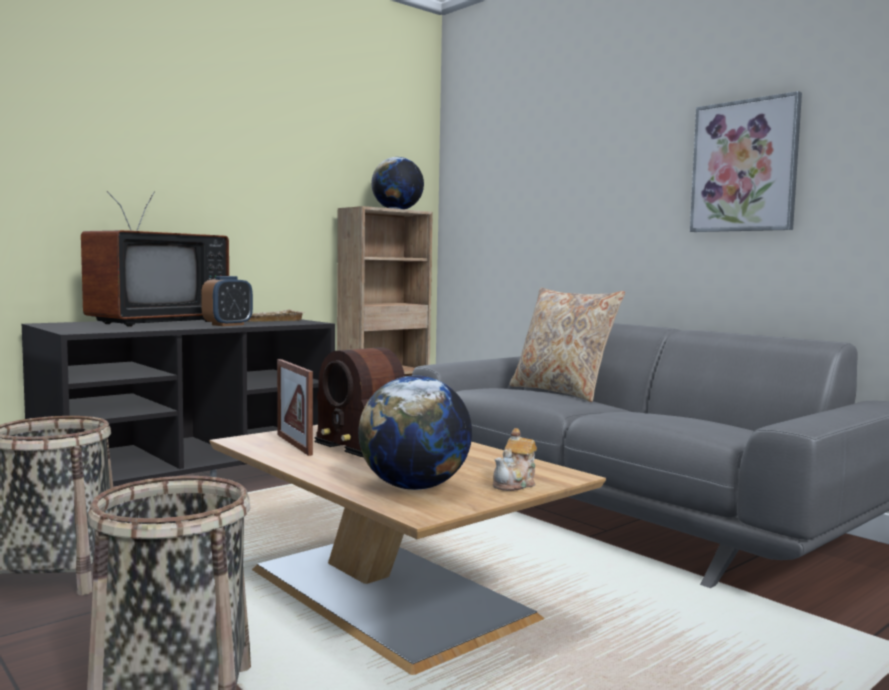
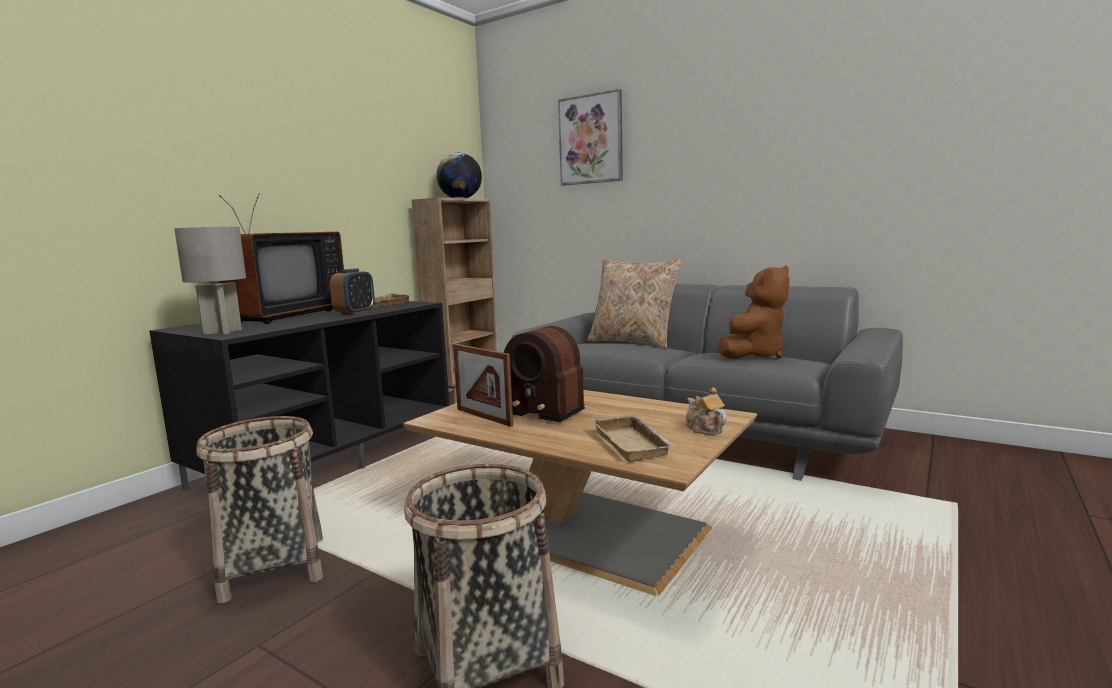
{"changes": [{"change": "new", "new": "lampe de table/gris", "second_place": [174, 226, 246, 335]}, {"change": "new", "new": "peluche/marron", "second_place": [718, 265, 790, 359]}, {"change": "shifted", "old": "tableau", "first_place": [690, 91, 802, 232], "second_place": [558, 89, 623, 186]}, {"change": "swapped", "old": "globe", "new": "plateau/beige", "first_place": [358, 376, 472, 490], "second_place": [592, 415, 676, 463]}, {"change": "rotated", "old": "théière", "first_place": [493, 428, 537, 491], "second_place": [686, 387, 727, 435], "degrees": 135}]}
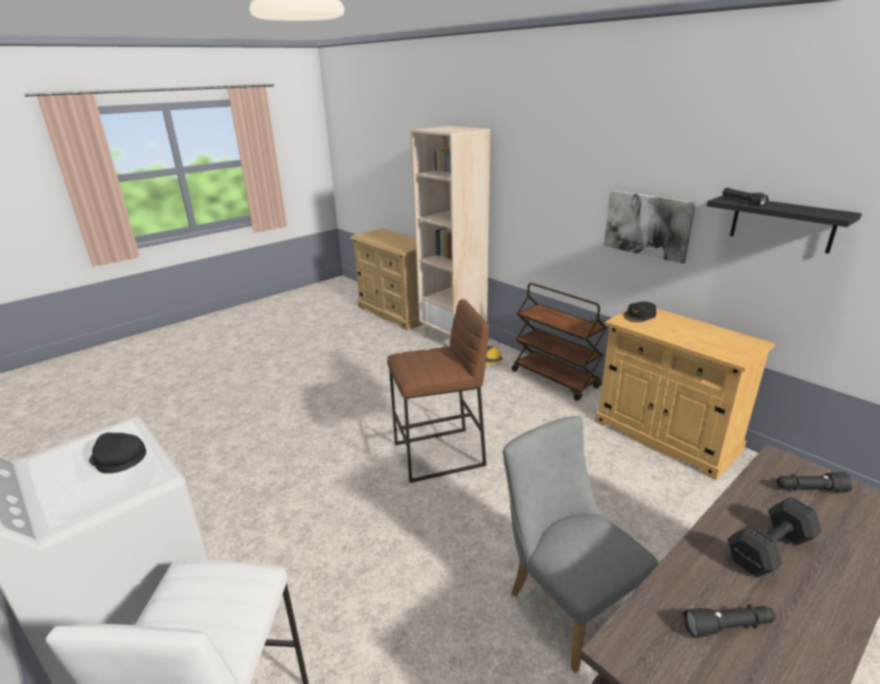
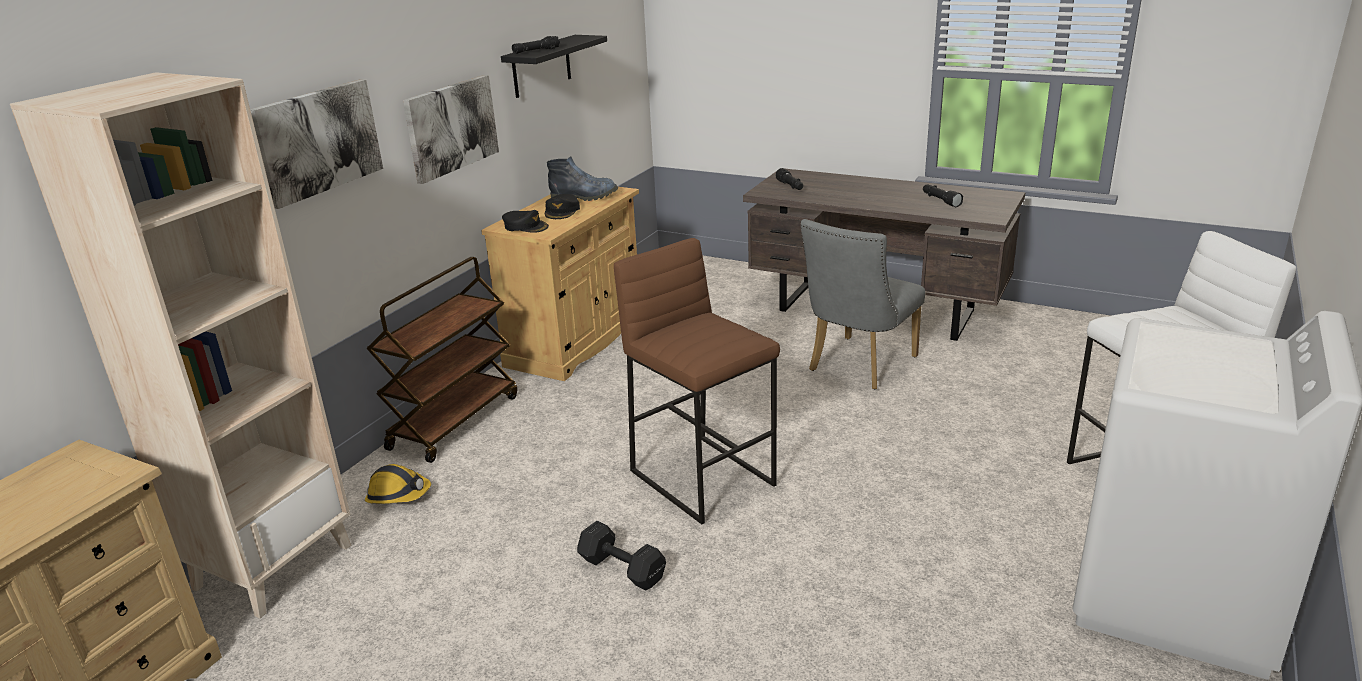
{"changes": [{"change": "new", "new": "tableau", "second_place": [250, 79, 383, 209]}, {"change": "new", "new": "botte", "second_place": [547, 156, 618, 201]}, {"change": "shifted", "old": "casquette/noir", "first_place": [89, 433, 146, 473], "second_place": [545, 194, 580, 219]}, {"change": "shifted", "old": "haltère/noir", "first_place": [728, 497, 822, 577], "second_place": [577, 521, 666, 590]}]}
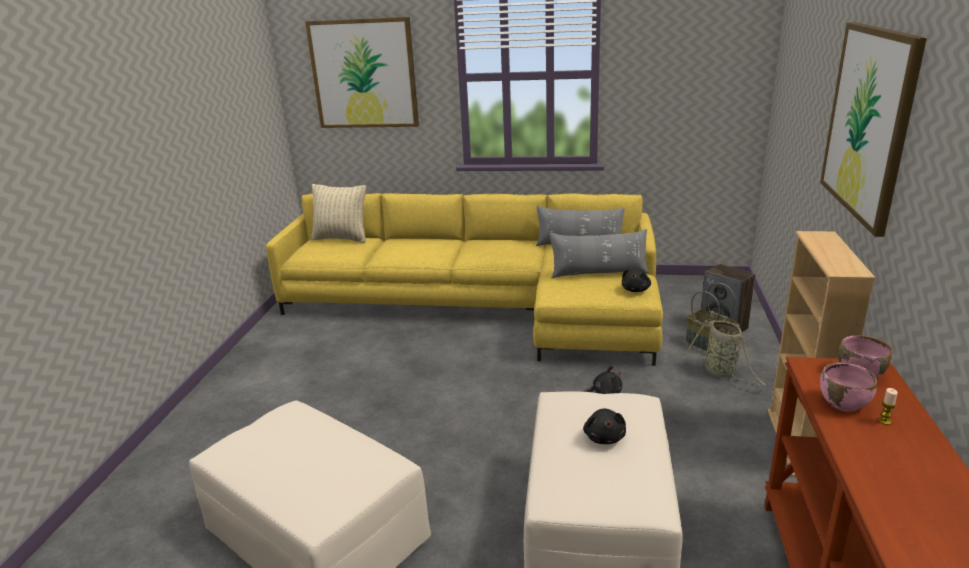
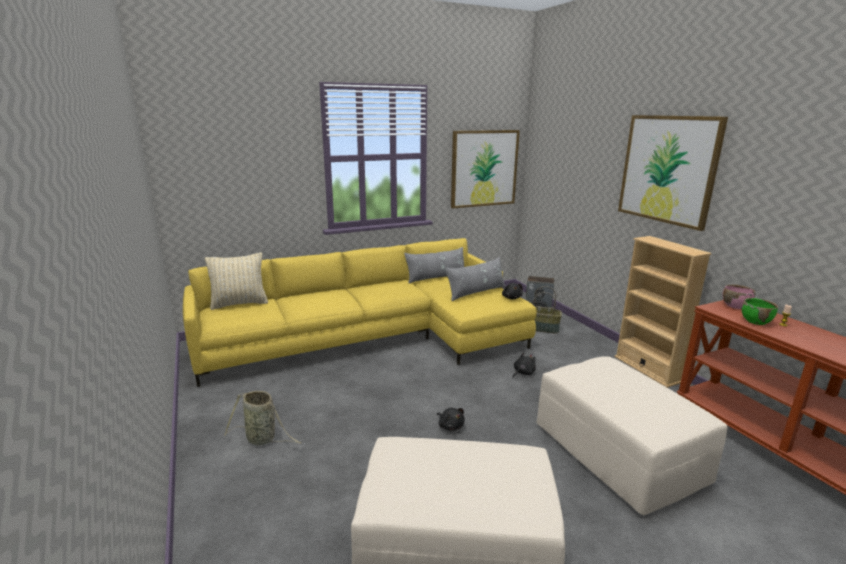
{"changes": [{"change": "shifted", "old": "tableau", "first_place": [305, 17, 419, 128], "second_place": [451, 130, 520, 209]}, {"change": "shifted", "old": "peluche/noir", "first_place": [583, 408, 626, 444], "second_place": [437, 408, 465, 431]}, {"change": "shifted", "old": "panier", "first_place": [684, 320, 767, 386], "second_place": [224, 391, 302, 445]}, {"change": "repainted", "old": "bol/rose", "new": "bol/vert", "first_place": [820, 362, 877, 412], "second_place": [742, 298, 778, 325]}]}
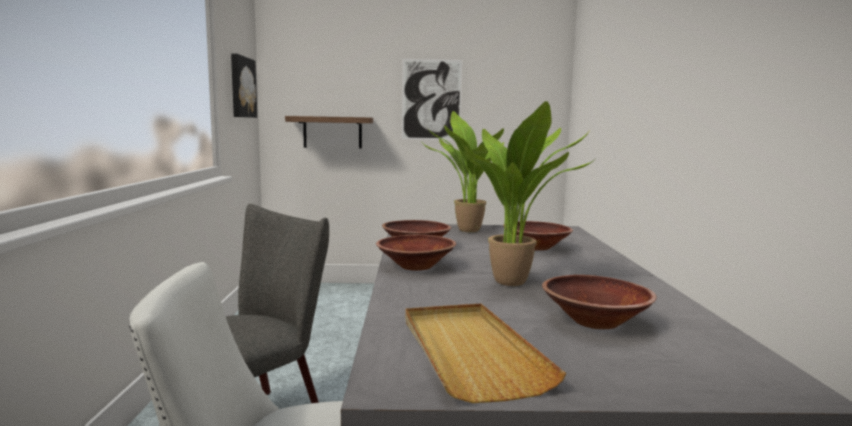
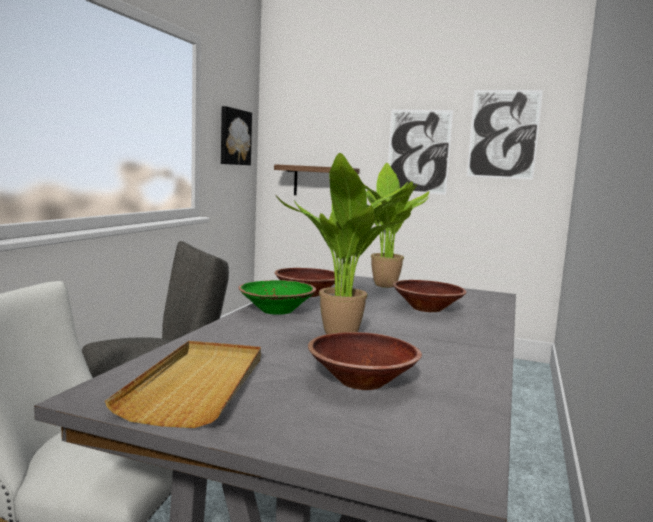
{"changes": [{"change": "new", "new": "tableau", "second_place": [467, 90, 543, 180]}, {"change": "repainted", "old": "bol/marron", "new": "bol/vert", "first_place": [376, 234, 456, 271], "second_place": [238, 280, 316, 315]}]}
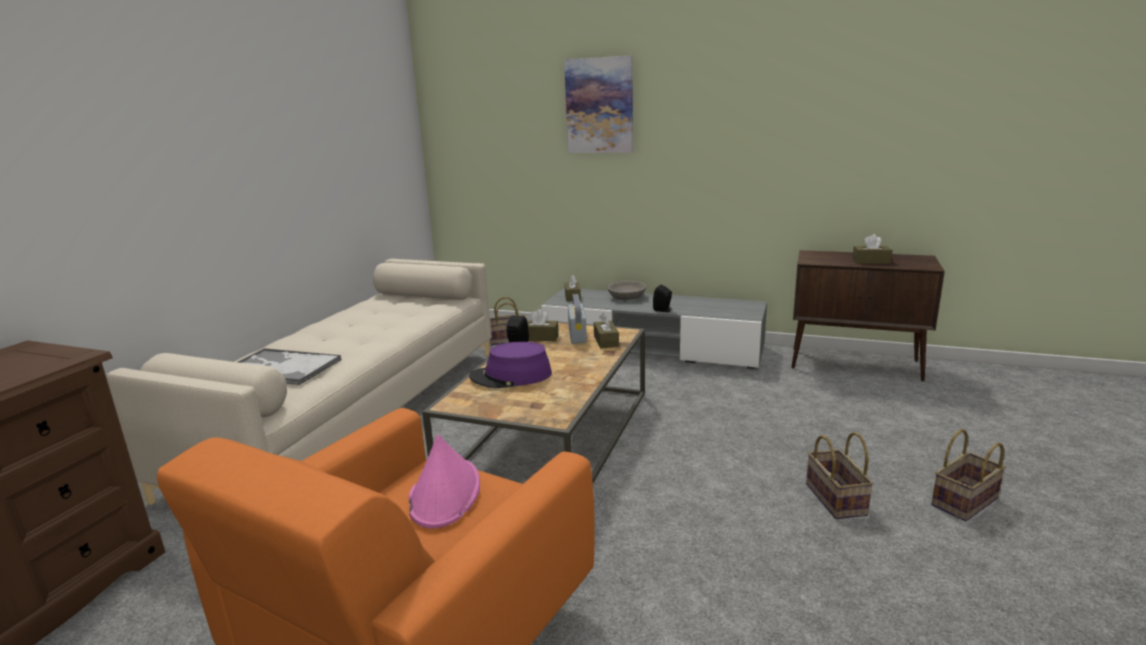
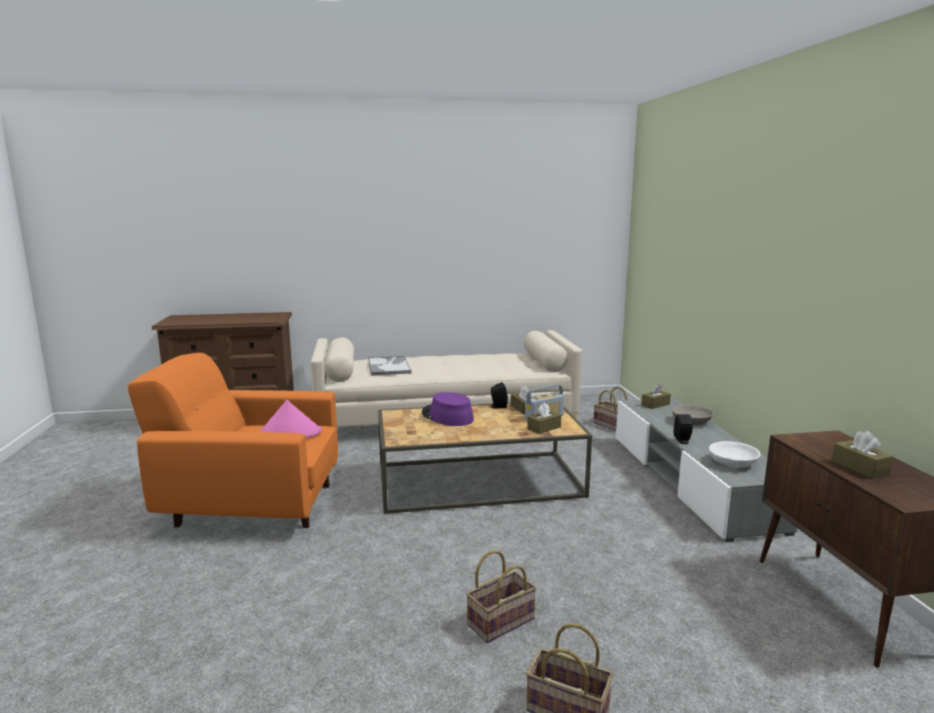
{"changes": [{"change": "gone", "old": "tableau", "first_place": [564, 56, 633, 153]}, {"change": "new", "new": "bol/blanc", "second_place": [709, 441, 761, 468]}]}
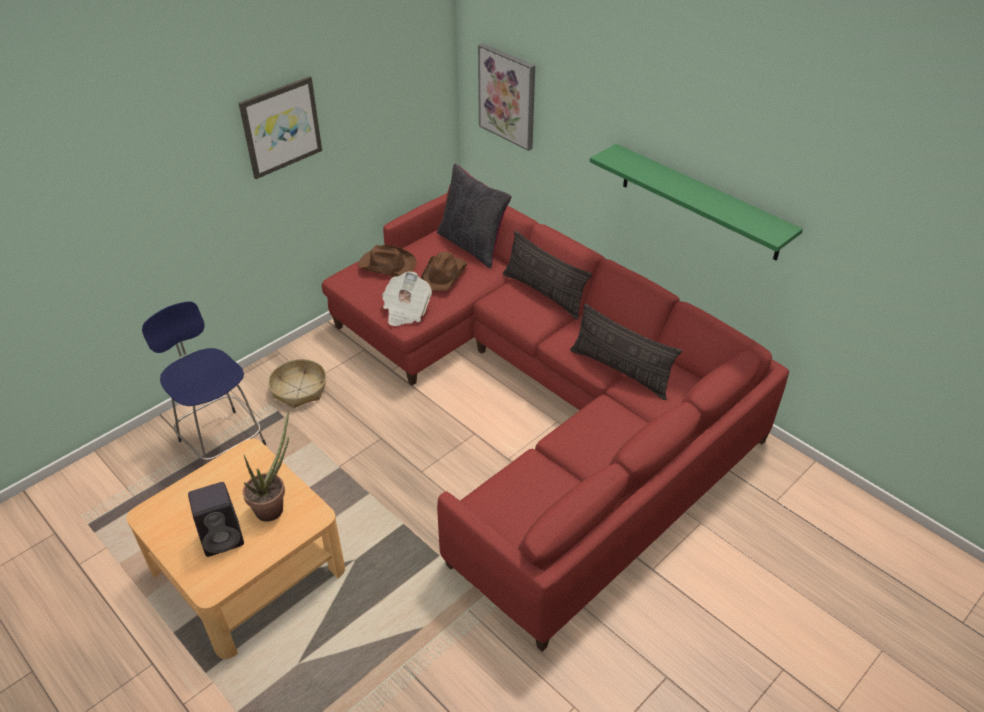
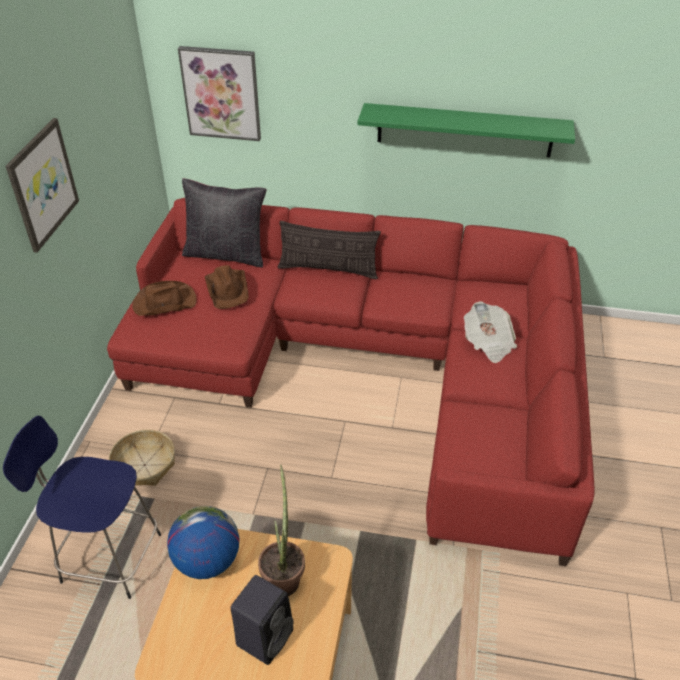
{"changes": [{"change": "gone", "old": "coussin", "first_place": [570, 304, 682, 400]}, {"change": "new", "new": "globe", "second_place": [167, 506, 239, 579]}, {"change": "shifted", "old": "journal", "first_place": [382, 271, 432, 326], "second_place": [464, 301, 517, 363]}]}
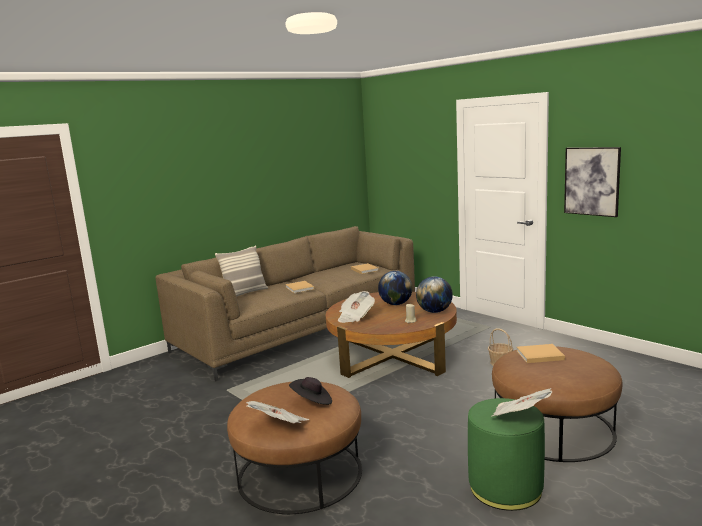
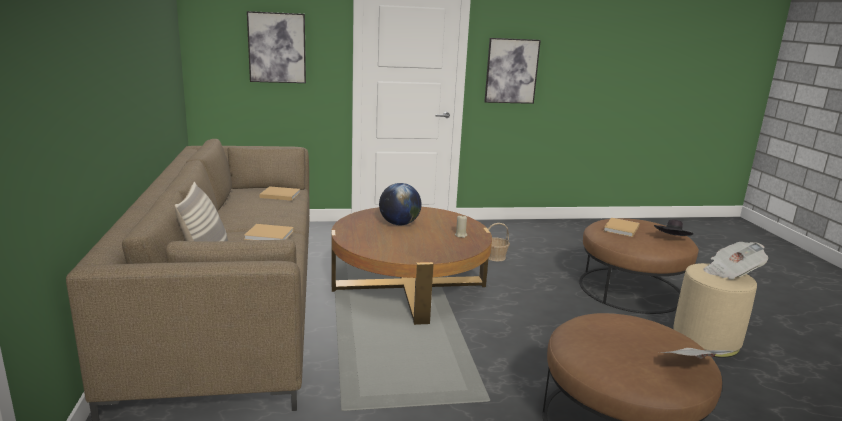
{"changes": [{"change": "gone", "old": "journal", "first_place": [338, 291, 375, 323]}, {"change": "gone", "old": "globe", "first_place": [416, 276, 453, 313]}, {"change": "new", "new": "tableau", "second_place": [247, 11, 306, 83]}, {"change": "shifted", "old": "chapeau/noir", "first_place": [289, 377, 332, 405], "second_place": [654, 219, 693, 236]}, {"change": "repainted", "old": "pouf/vert", "new": "pouf/beige", "first_place": [468, 398, 545, 511], "second_place": [673, 263, 757, 358]}]}
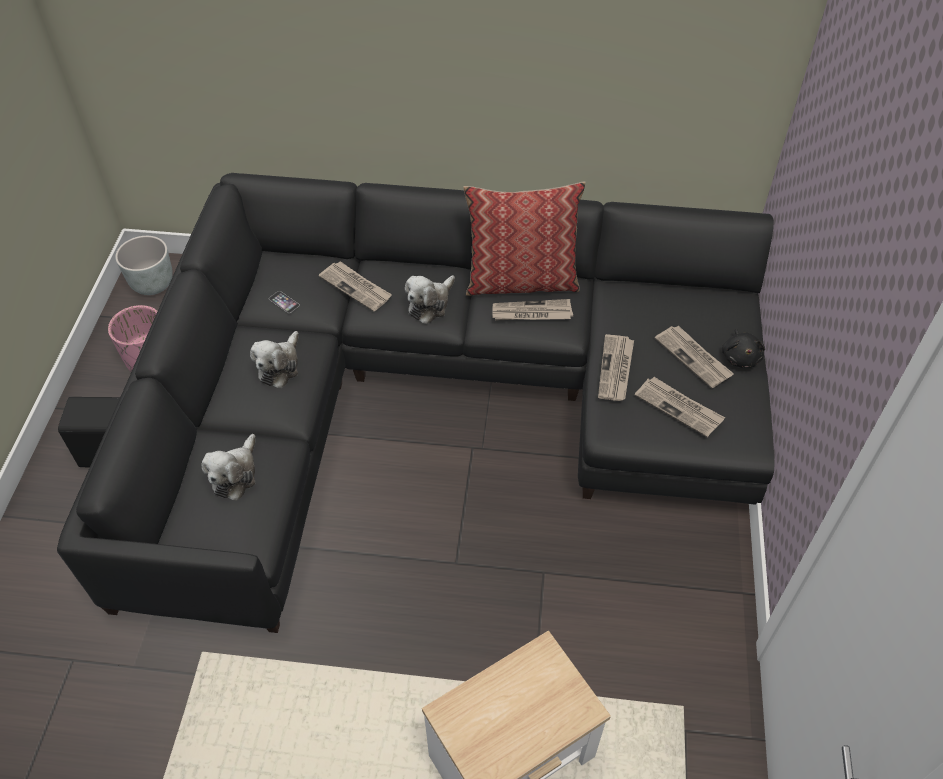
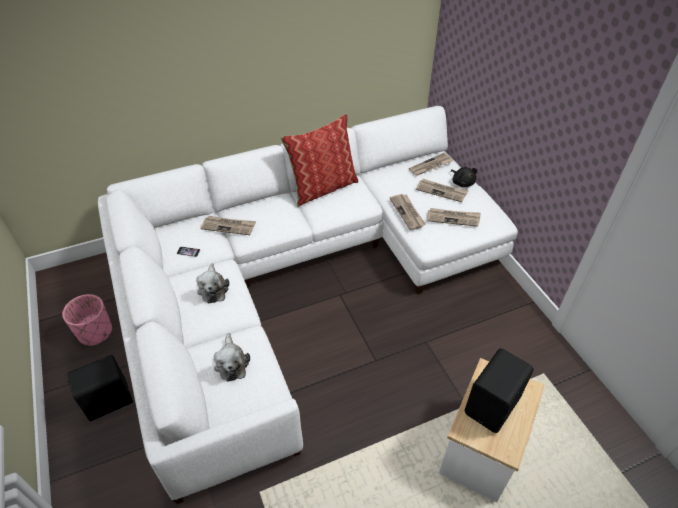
{"changes": [{"change": "gone", "old": "cache-pot/gris", "first_place": [115, 236, 173, 295]}, {"change": "gone", "old": "peluche", "first_place": [405, 275, 455, 324]}, {"change": "new", "new": "enceinte/noir", "second_place": [465, 348, 534, 433]}, {"change": "shifted", "old": "journal", "first_place": [492, 299, 573, 321], "second_place": [409, 153, 453, 176]}, {"change": "repainted", "old": "canapé/noir", "new": "canapé/blanc", "first_place": [57, 173, 774, 633], "second_place": [98, 106, 518, 504]}]}
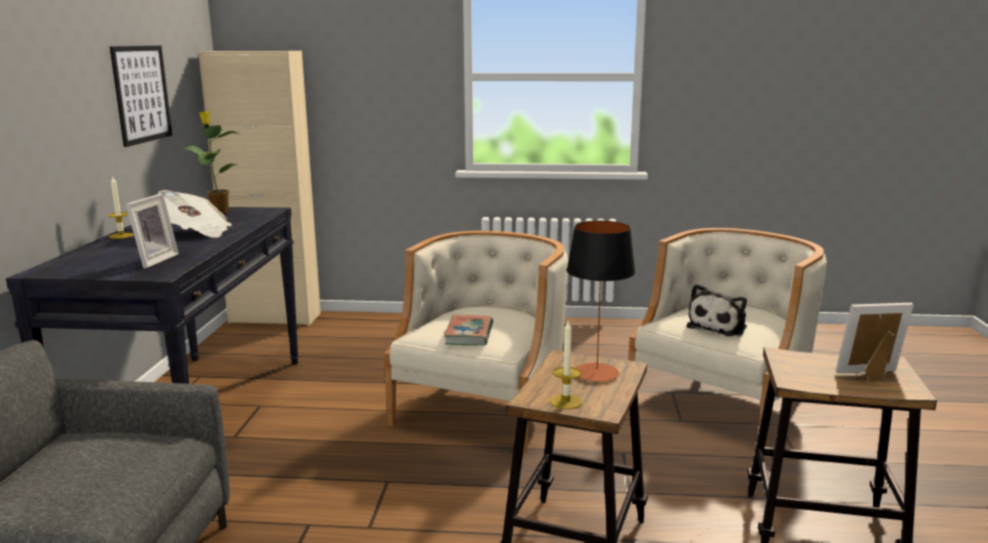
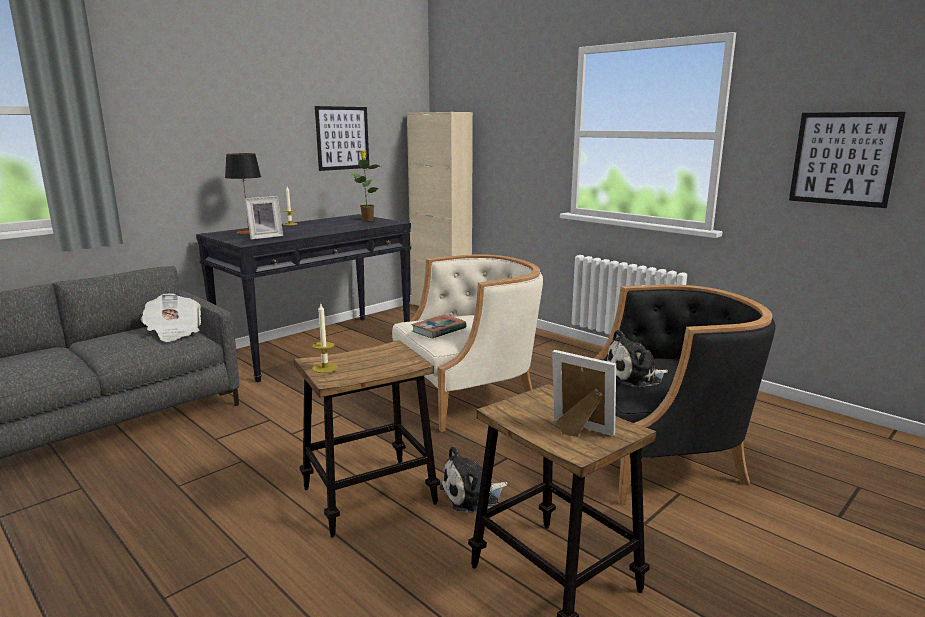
{"changes": [{"change": "new", "new": "peluche", "second_place": [440, 446, 508, 513]}, {"change": "new", "new": "tableau", "second_place": [789, 112, 906, 208]}, {"change": "shifted", "old": "journal", "first_place": [158, 190, 232, 238], "second_place": [141, 293, 201, 342]}, {"change": "shifted", "old": "lampe de table", "first_place": [566, 221, 636, 382], "second_place": [225, 153, 261, 234]}, {"change": "repainted", "old": "fauteuil/beige", "new": "fauteuil/noir", "first_place": [628, 228, 827, 447], "second_place": [594, 285, 775, 505]}]}
